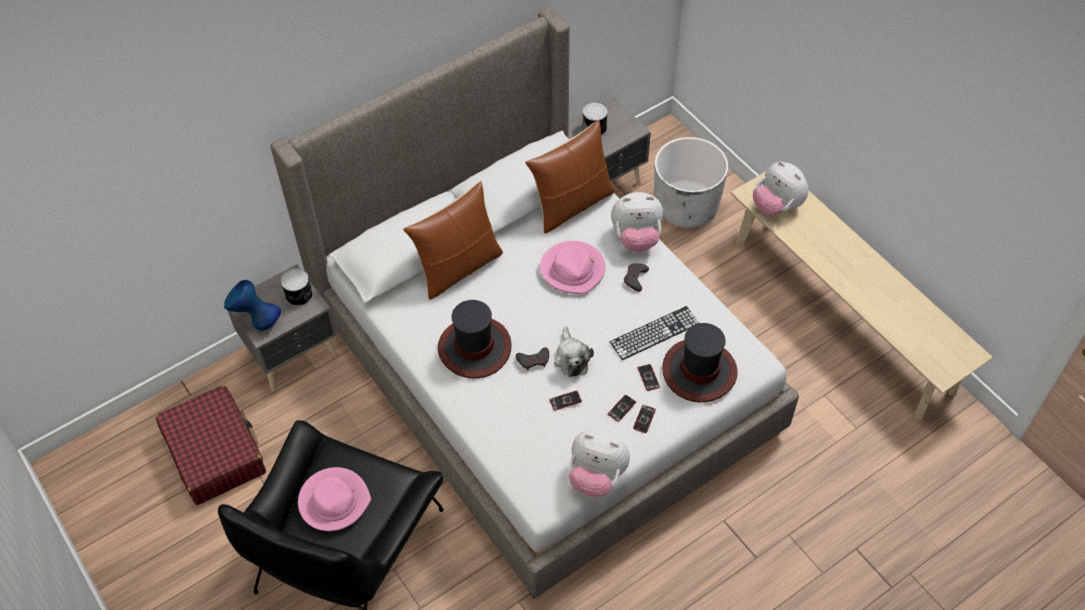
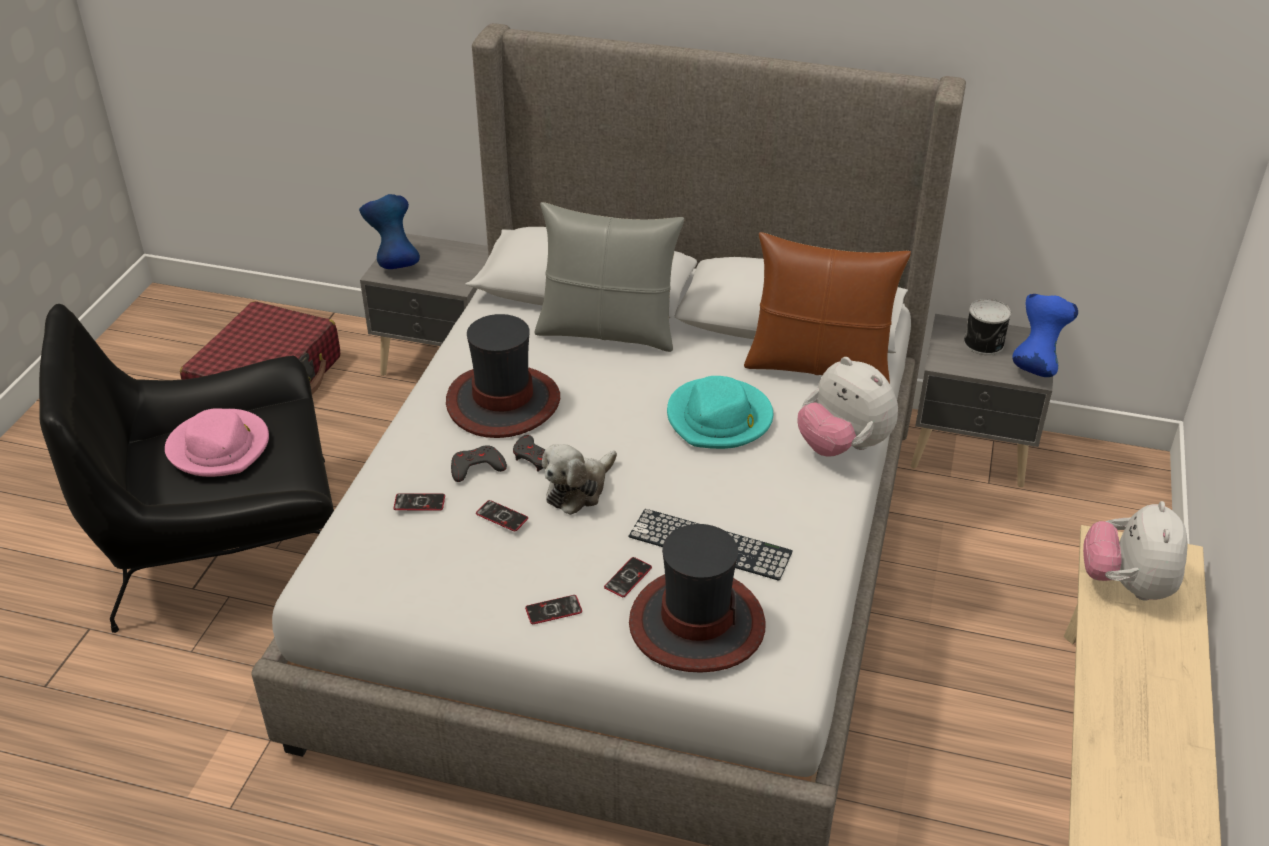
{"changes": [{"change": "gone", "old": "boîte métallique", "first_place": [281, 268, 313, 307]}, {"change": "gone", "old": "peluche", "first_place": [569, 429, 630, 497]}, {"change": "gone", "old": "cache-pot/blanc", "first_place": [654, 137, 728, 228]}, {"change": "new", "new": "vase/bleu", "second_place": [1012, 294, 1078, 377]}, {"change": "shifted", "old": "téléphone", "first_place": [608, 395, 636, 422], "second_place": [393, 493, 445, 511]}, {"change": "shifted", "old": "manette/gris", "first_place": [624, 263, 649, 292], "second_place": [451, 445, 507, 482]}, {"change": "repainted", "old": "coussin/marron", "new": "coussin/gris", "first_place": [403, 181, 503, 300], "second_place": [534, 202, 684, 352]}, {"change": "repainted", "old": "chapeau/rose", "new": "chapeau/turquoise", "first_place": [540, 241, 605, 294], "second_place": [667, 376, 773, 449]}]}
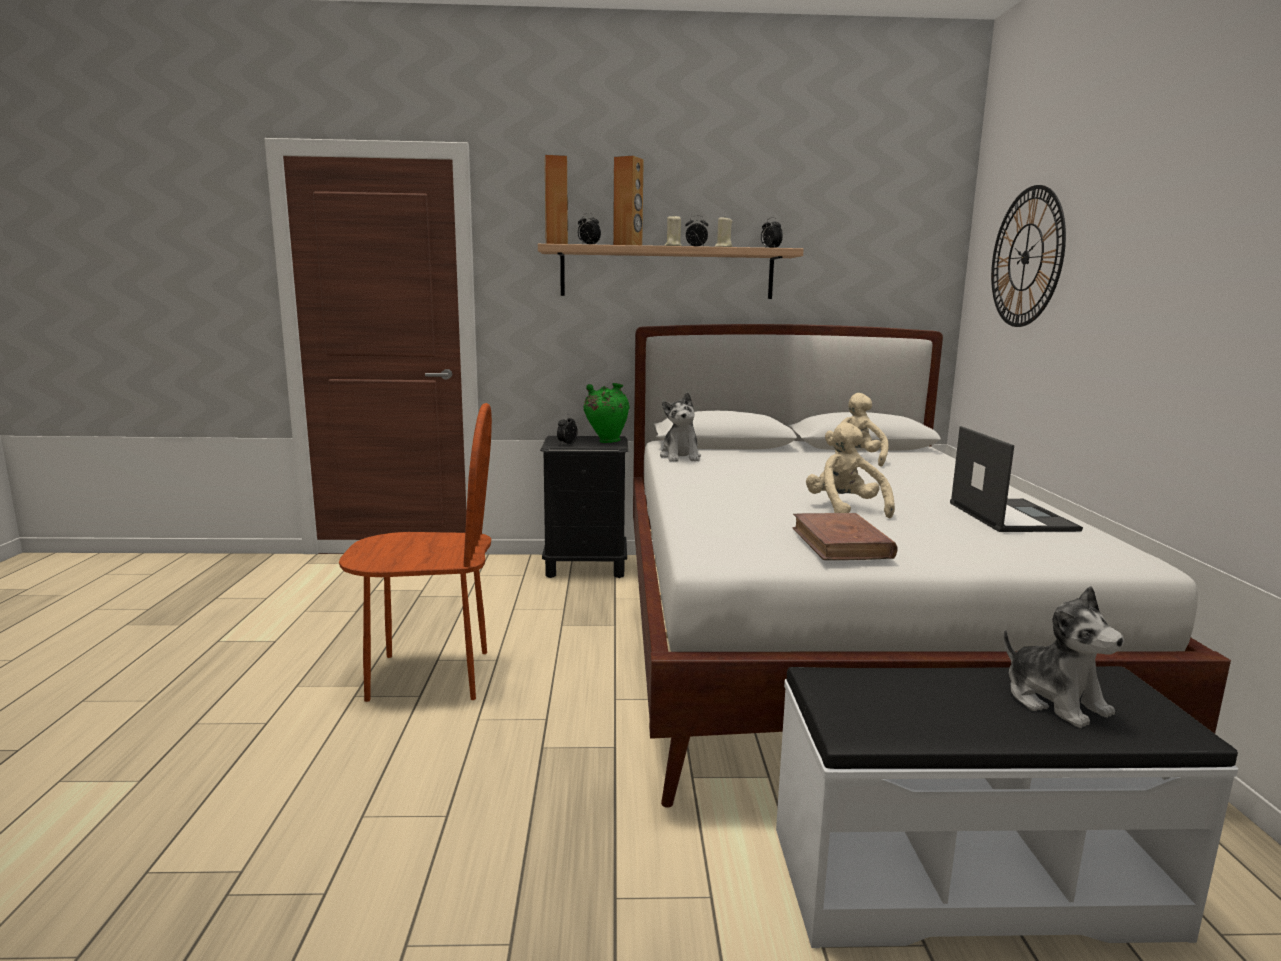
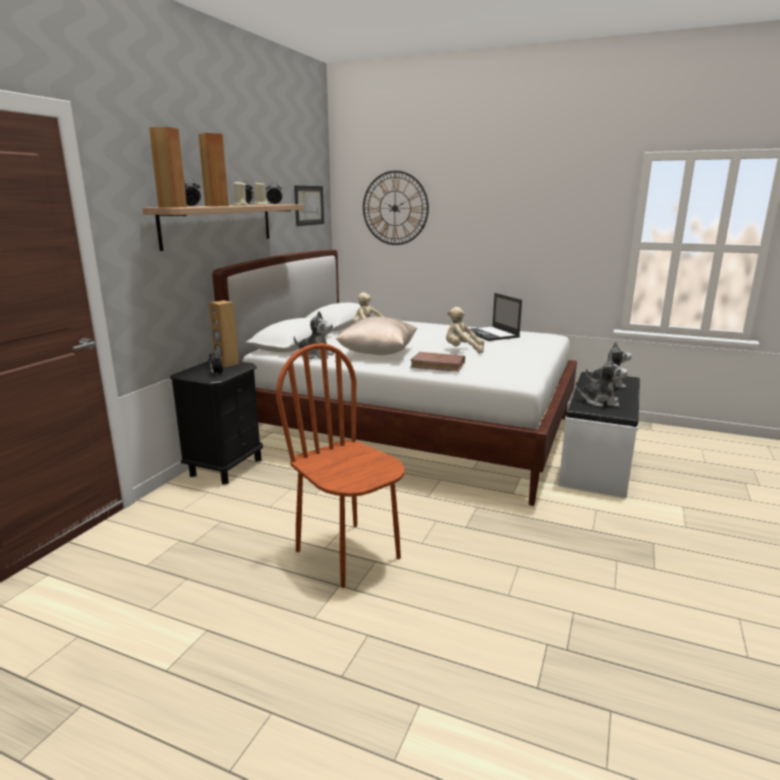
{"changes": [{"change": "new", "new": "tableau", "second_place": [294, 186, 324, 226]}, {"change": "new", "new": "coussin/beige", "second_place": [335, 317, 417, 355]}, {"change": "new", "new": "peluche", "second_place": [576, 355, 628, 407]}, {"change": "shifted", "old": "livre/marron", "first_place": [792, 513, 898, 560], "second_place": [410, 352, 465, 372]}, {"change": "swapped", "old": "vase/vert", "new": "enceinte/marron", "first_place": [583, 383, 630, 443], "second_place": [209, 300, 239, 368]}, {"change": "rotated", "old": "chaise/marron", "first_place": [339, 403, 492, 702], "second_place": [276, 343, 405, 588], "degrees": -60}, {"change": "rotated", "old": "ordinateur portable", "first_place": [950, 426, 1083, 532], "second_place": [464, 293, 522, 341], "degrees": -135}]}
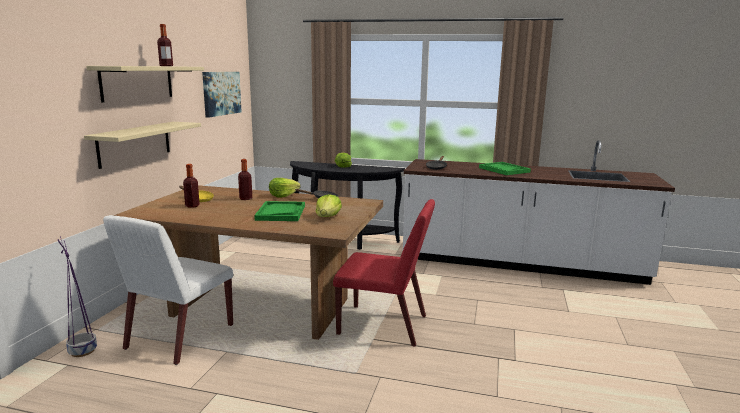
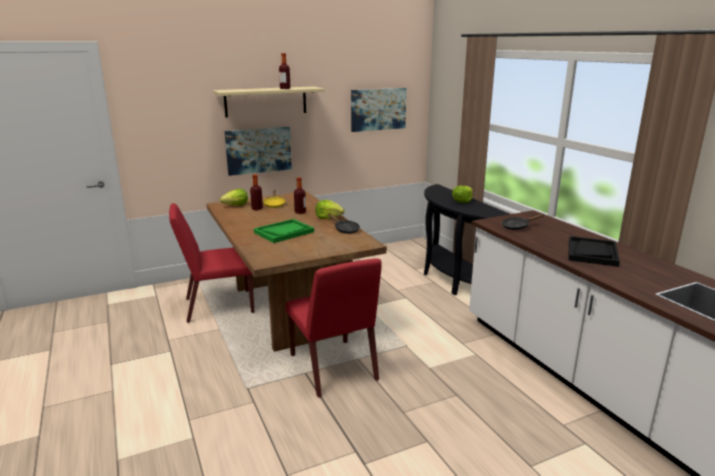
{"changes": [{"change": "gone", "old": "cache-pot/violet", "first_place": [58, 237, 97, 357]}, {"change": "shifted", "old": "laitue", "first_place": [315, 194, 342, 217], "second_place": [220, 189, 248, 206]}, {"change": "swapped", "old": "étagère/beige", "new": "tableau", "first_place": [84, 122, 201, 169], "second_place": [224, 127, 292, 176]}, {"change": "repainted", "old": "chaise/blanc", "new": "chaise/rouge", "first_place": [103, 215, 233, 365], "second_place": [169, 203, 254, 323]}, {"change": "repainted", "old": "plateau/vert", "new": "plateau/noir", "first_place": [479, 162, 531, 175], "second_place": [568, 236, 620, 267]}]}
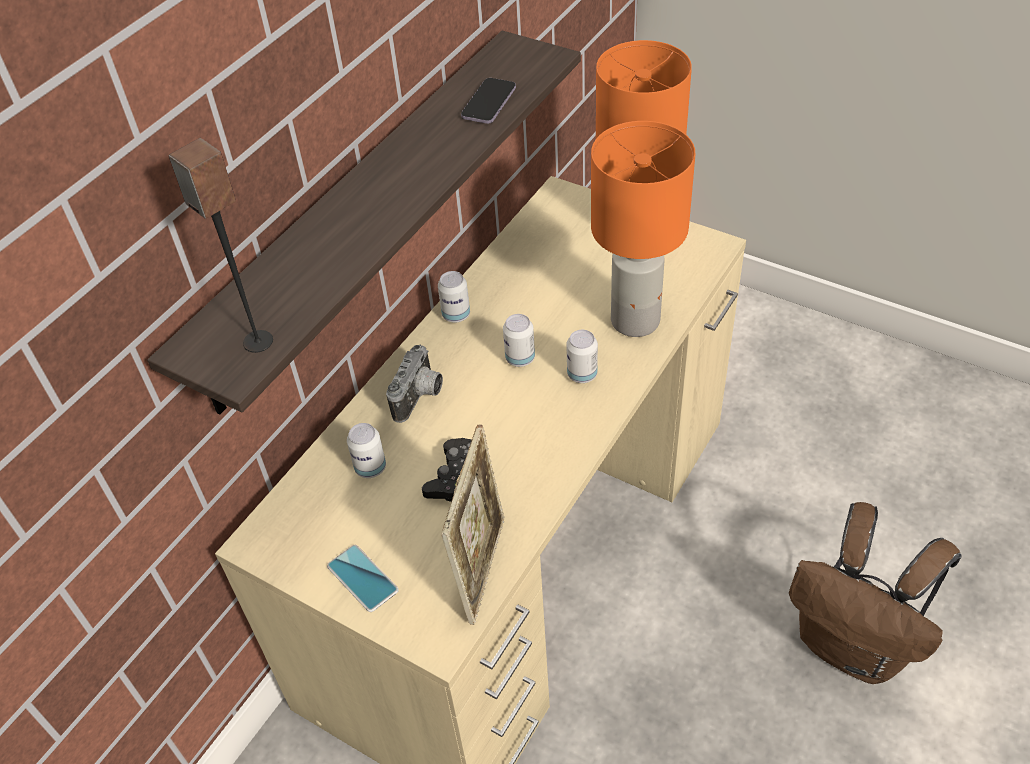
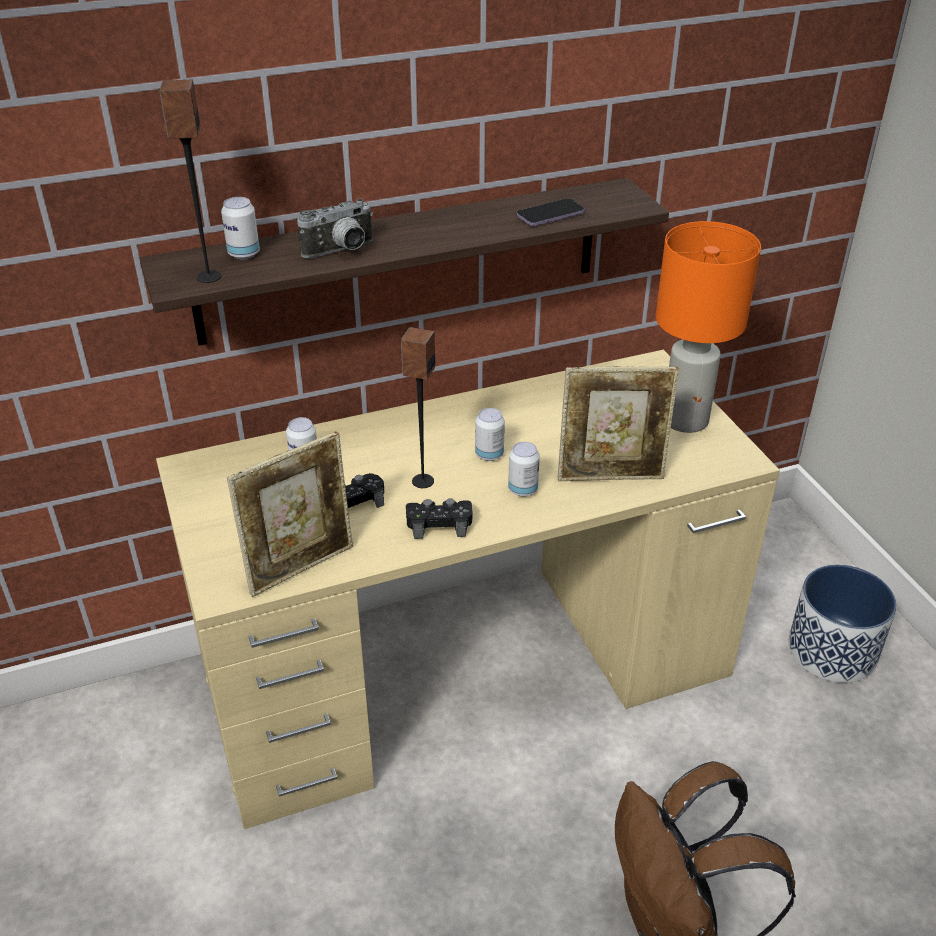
{"changes": [{"change": "gone", "old": "téléphone", "first_place": [327, 545, 399, 612]}, {"change": "new", "new": "enceinte", "second_place": [401, 327, 435, 488]}, {"change": "new", "new": "manette/noir", "second_place": [406, 498, 473, 539]}, {"change": "new", "new": "cache-pot", "second_place": [788, 565, 897, 683]}, {"change": "shifted", "old": "appareil photo", "first_place": [386, 345, 443, 423], "second_place": [297, 199, 373, 258]}, {"change": "shifted", "old": "boîte métallique", "first_place": [438, 271, 470, 323], "second_place": [221, 197, 260, 259]}, {"change": "swapped", "old": "lampe de table/orange", "new": "cadre photo", "first_place": [591, 121, 695, 337], "second_place": [558, 366, 679, 481]}]}
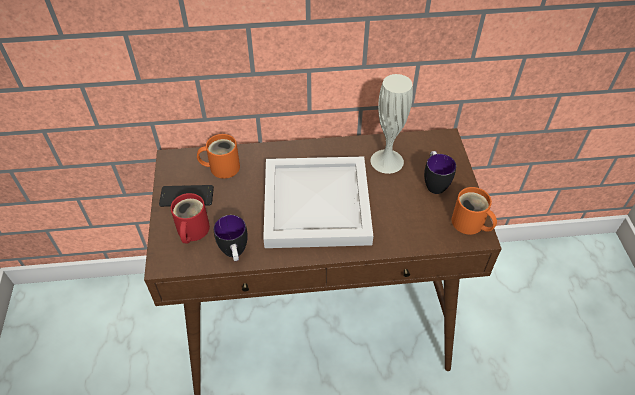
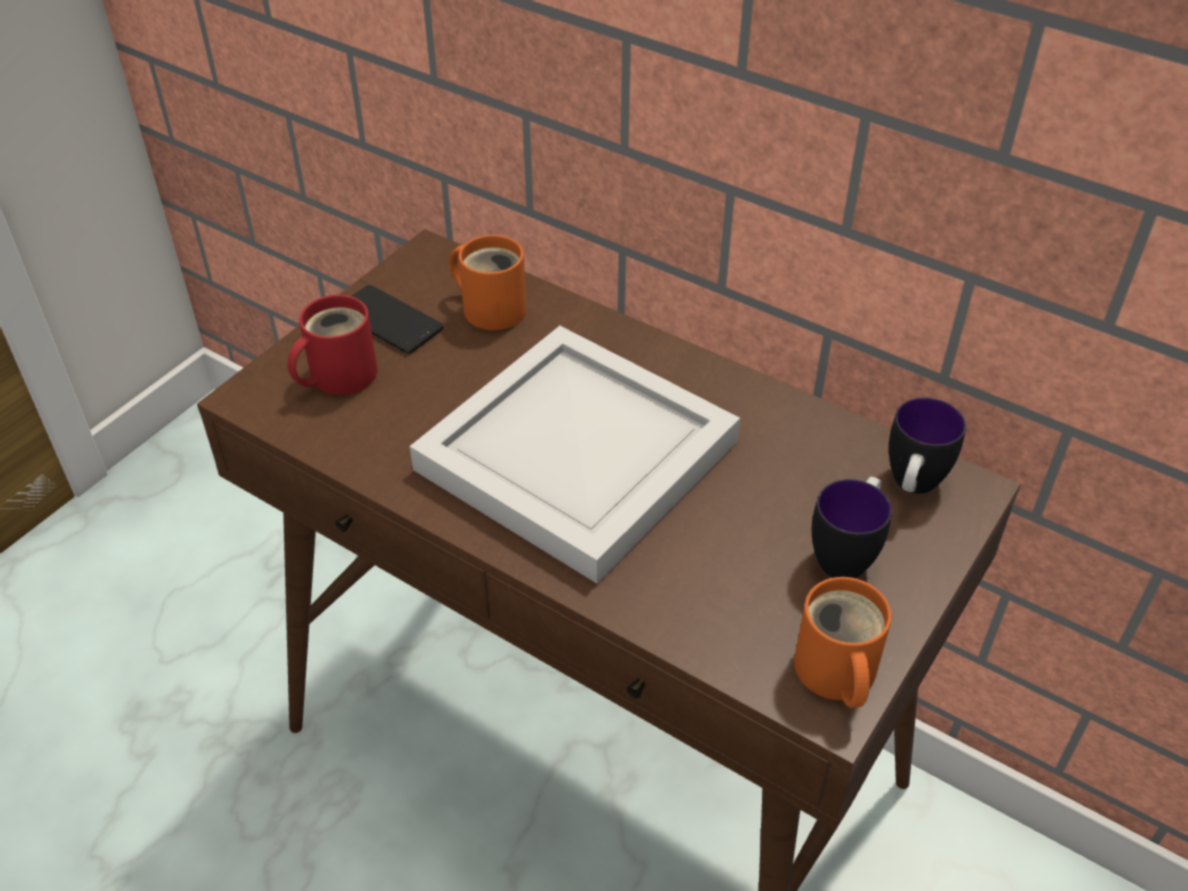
{"changes": [{"change": "gone", "old": "vase/blanc", "first_place": [371, 74, 413, 174]}, {"change": "shifted", "old": "mug", "first_place": [214, 215, 248, 261], "second_place": [889, 398, 966, 494]}]}
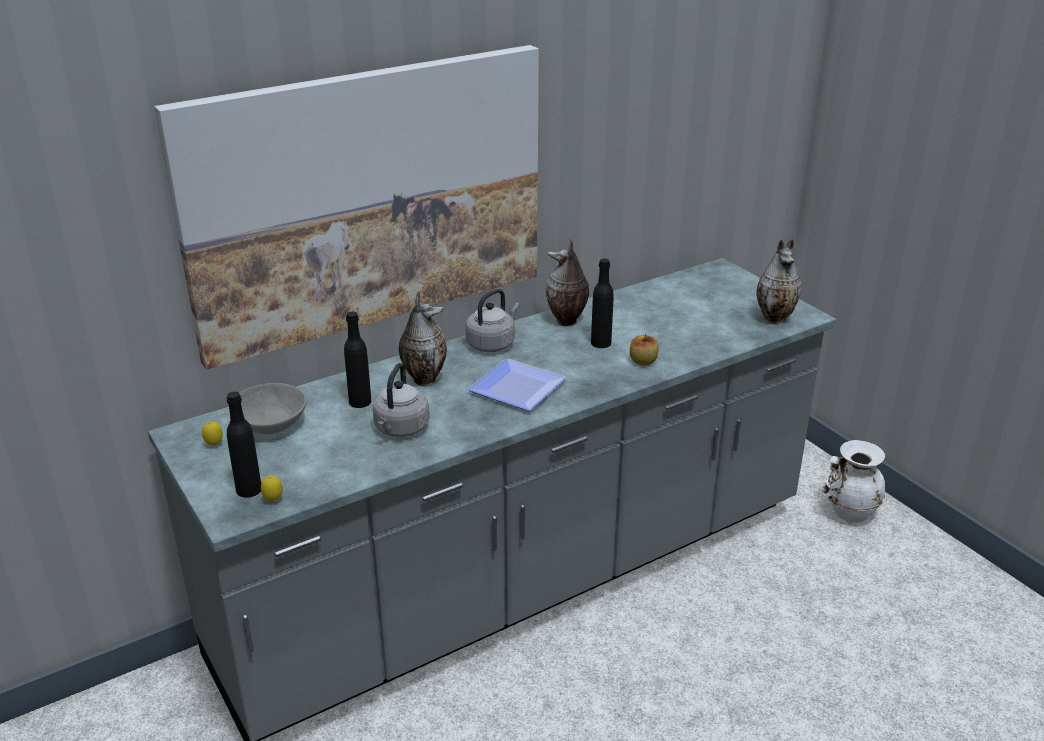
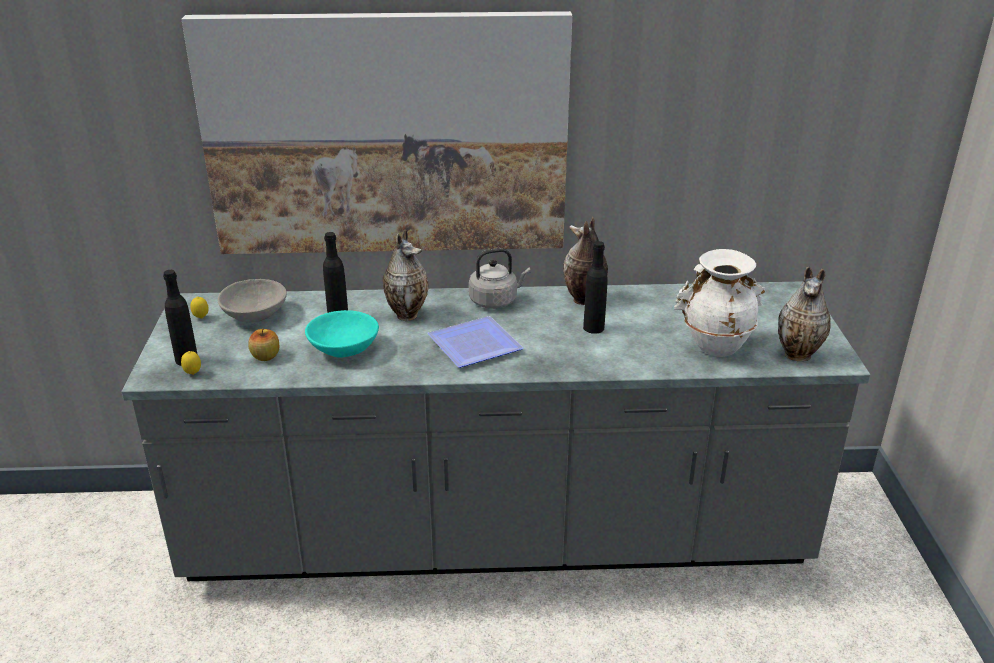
{"changes": [{"change": "shifted", "old": "pomme", "first_place": [630, 334, 659, 366], "second_place": [248, 329, 279, 361]}, {"change": "shifted", "old": "vase/blanc", "first_place": [822, 440, 885, 522], "second_place": [674, 249, 765, 357]}, {"change": "swapped", "old": "bouilloire/gris", "new": "bol/turquoise", "first_place": [372, 363, 429, 437], "second_place": [305, 310, 379, 358]}]}
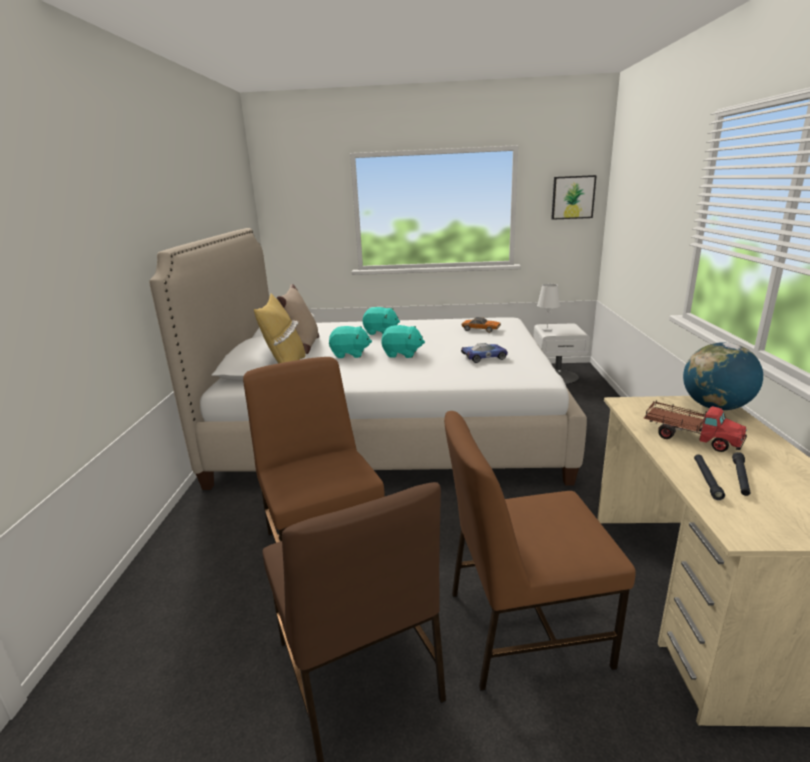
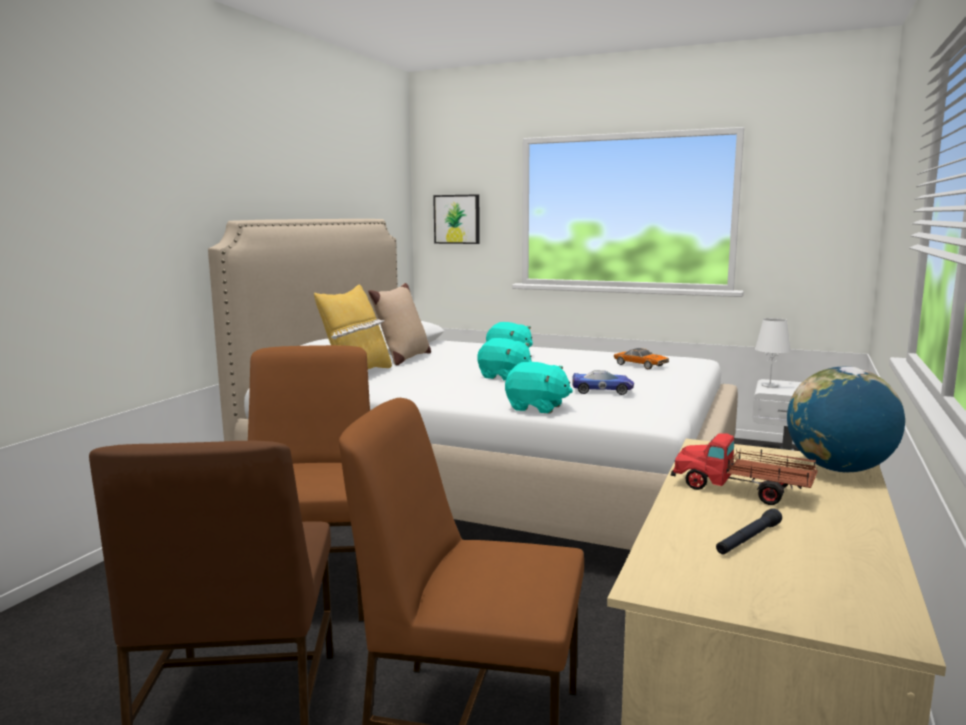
{"changes": [{"change": "gone", "old": "lampe de poche/noir", "first_place": [694, 454, 725, 500]}, {"change": "shifted", "old": "peluche/turquoise", "first_place": [329, 326, 372, 358], "second_place": [505, 362, 573, 414]}, {"change": "shifted", "old": "tableau", "first_place": [551, 175, 597, 220], "second_place": [433, 194, 480, 244]}, {"change": "rotated", "old": "camion jouet", "first_place": [643, 400, 747, 452], "second_place": [670, 434, 818, 505], "degrees": 150}]}
